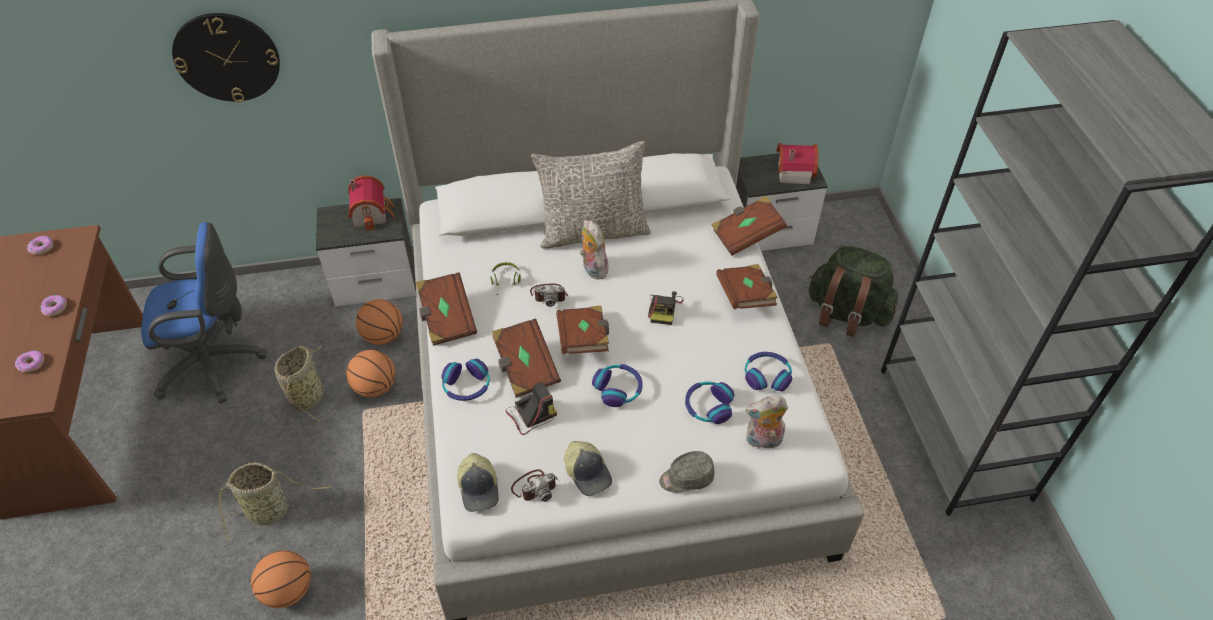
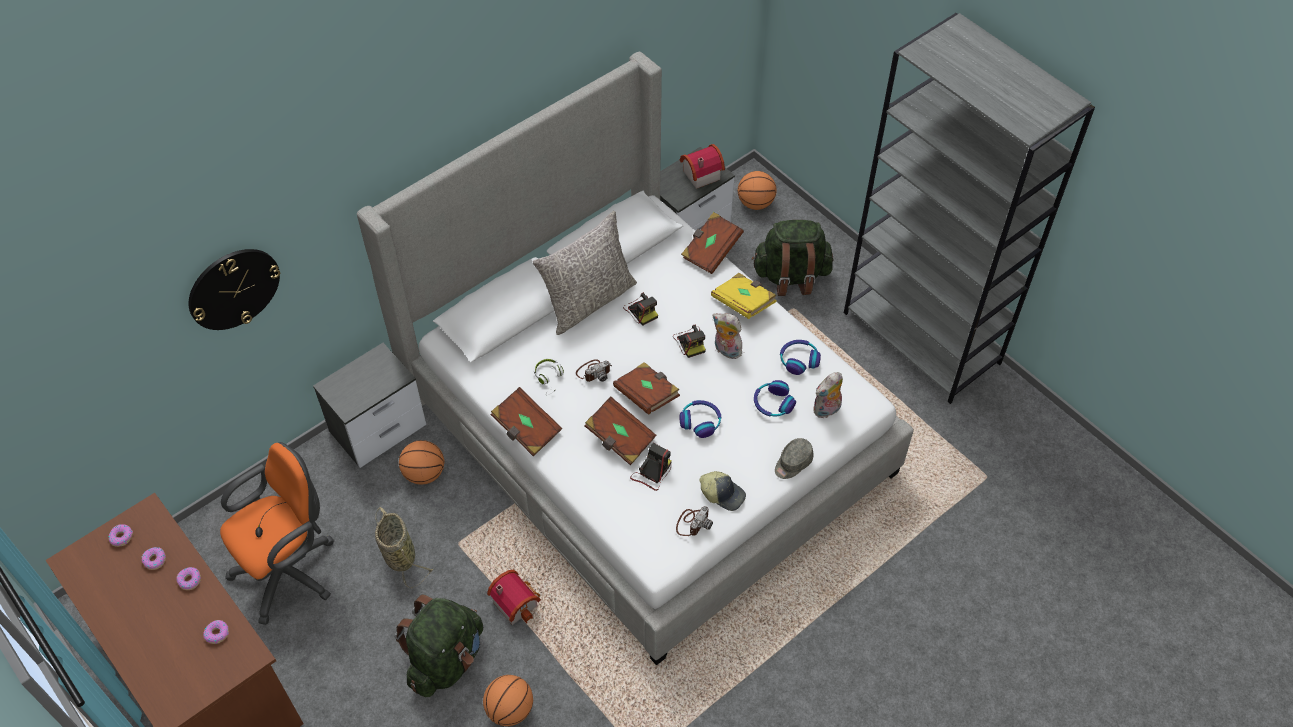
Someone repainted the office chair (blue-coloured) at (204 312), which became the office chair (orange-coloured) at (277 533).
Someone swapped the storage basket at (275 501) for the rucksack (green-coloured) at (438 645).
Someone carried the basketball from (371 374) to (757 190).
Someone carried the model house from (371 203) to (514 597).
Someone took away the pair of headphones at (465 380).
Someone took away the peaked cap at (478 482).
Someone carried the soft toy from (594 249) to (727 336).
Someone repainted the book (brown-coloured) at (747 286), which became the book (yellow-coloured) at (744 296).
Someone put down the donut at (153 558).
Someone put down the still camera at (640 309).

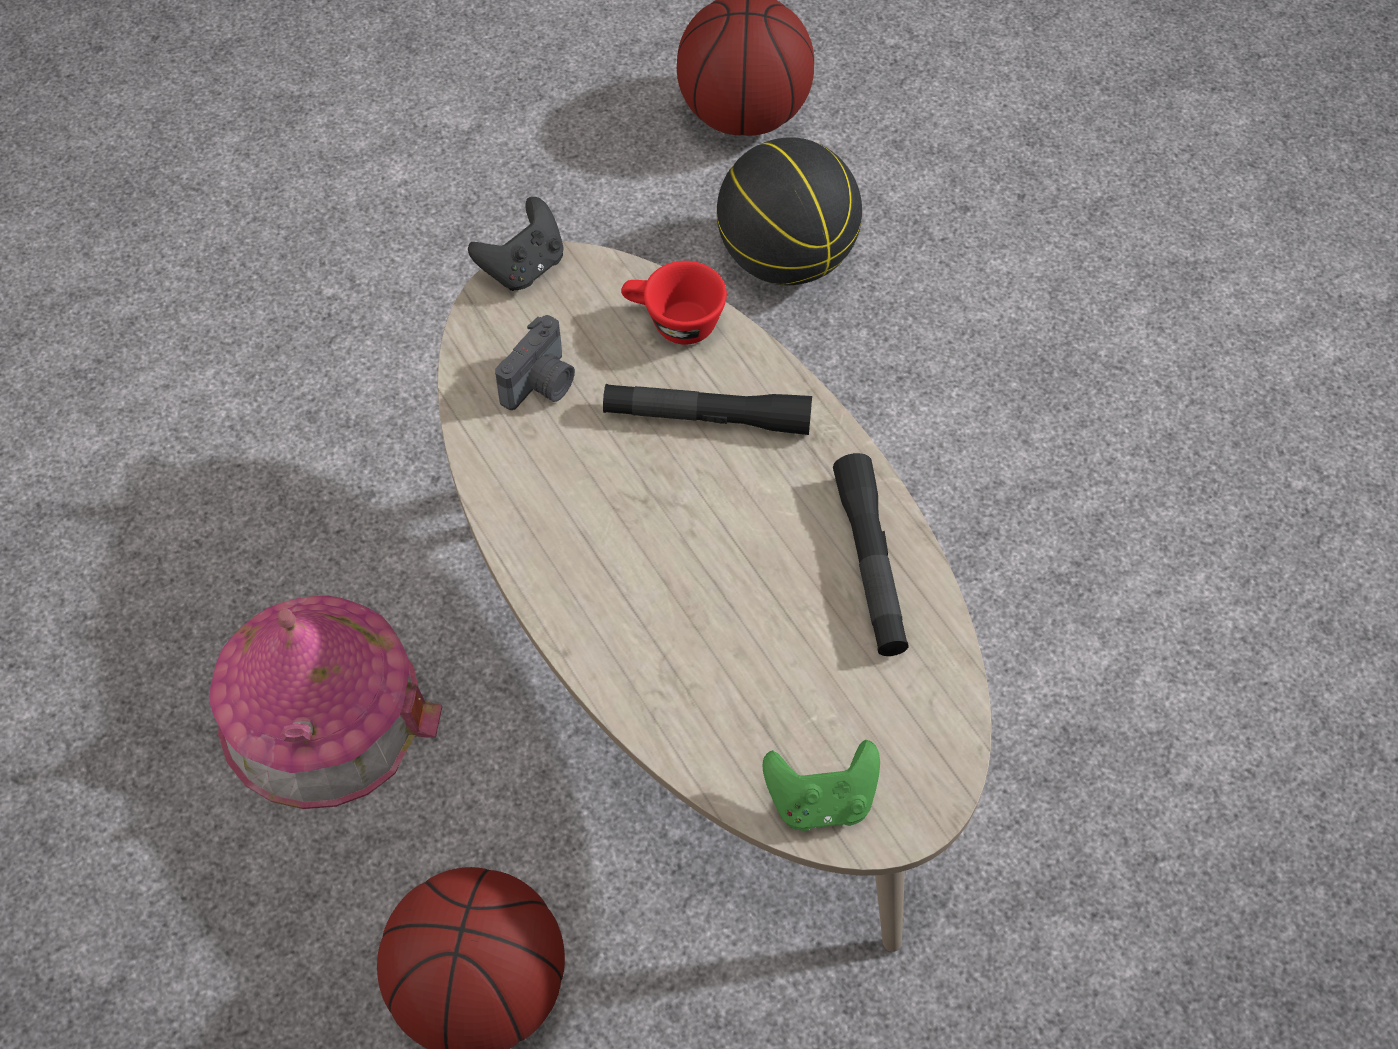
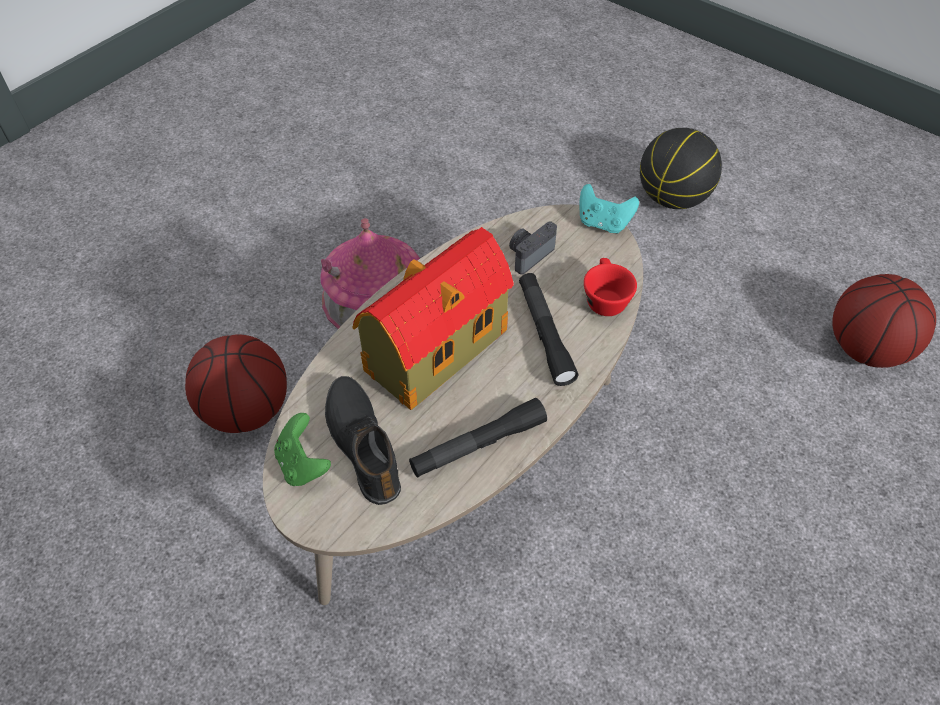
Someone repainted the gamepad (blackish) at (515 244), which became the gamepad (blue-green) at (609 208).
Someone rotated the still camera at (535 362) by 120 degrees clockwise.
Someone carried the basketball from (789 211) to (681 168).
Someone put down the item of footwear (blackish) at (363 440).
Someone put down the model house at (433 318).

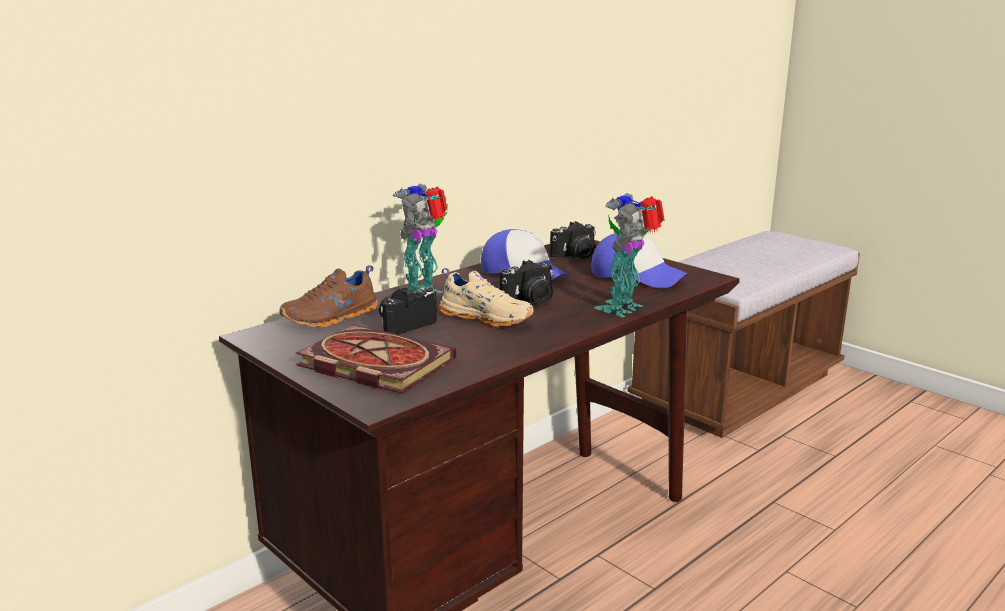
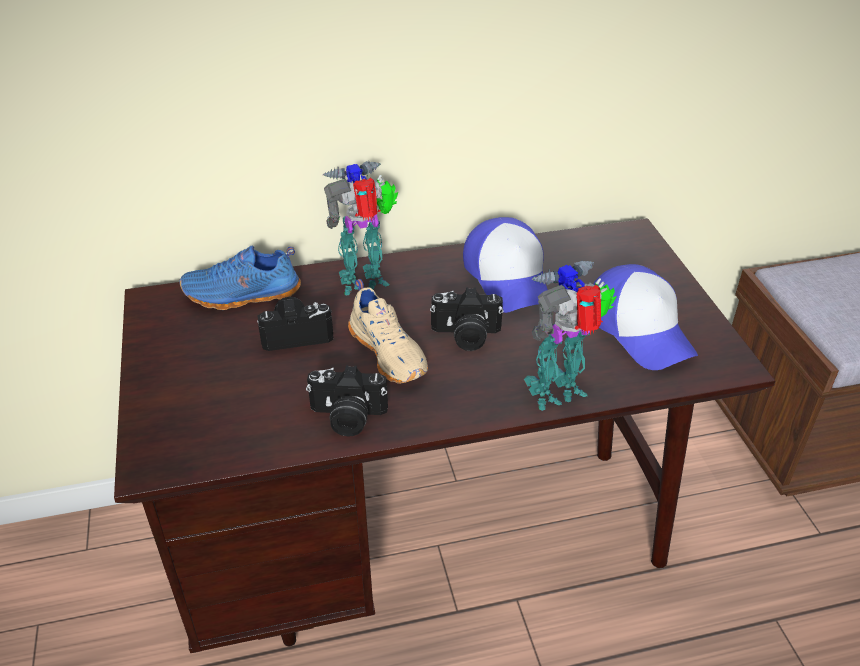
Someone repainted the item of footwear (brown-coloured) at (328 296), which became the item of footwear (blue-coloured) at (240 278).
Someone took away the book at (376 359).
Someone carried the still camera from (573 240) to (347 401).

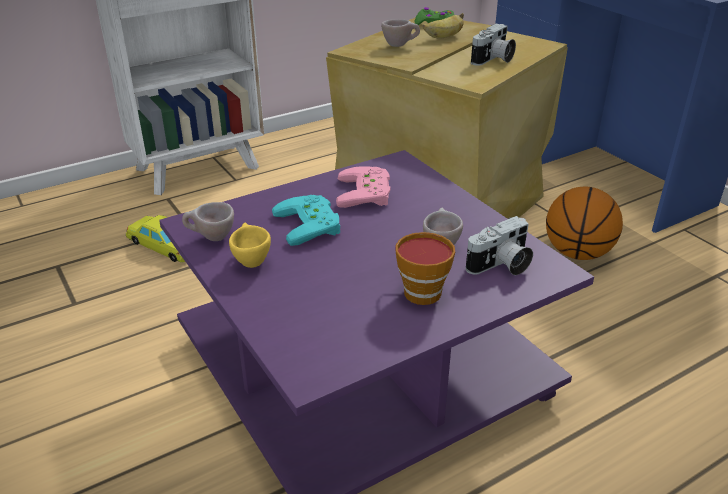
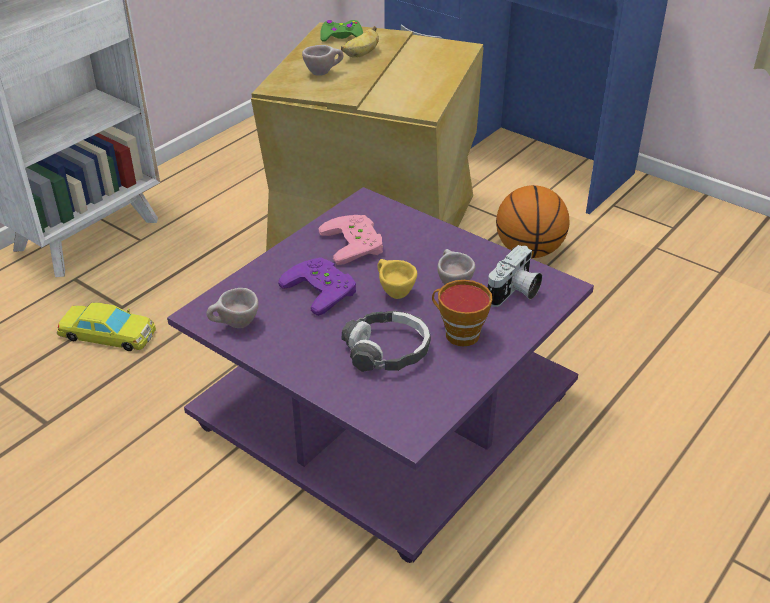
Someone carried the cup (yellow-coloured) from (250 245) to (397 279).
Someone repainted the gamepad (blue-green) at (306 220), which became the gamepad (purplish) at (317 286).
Someone took away the still camera at (493 45).
Someone put down the pair of headphones at (386 341).

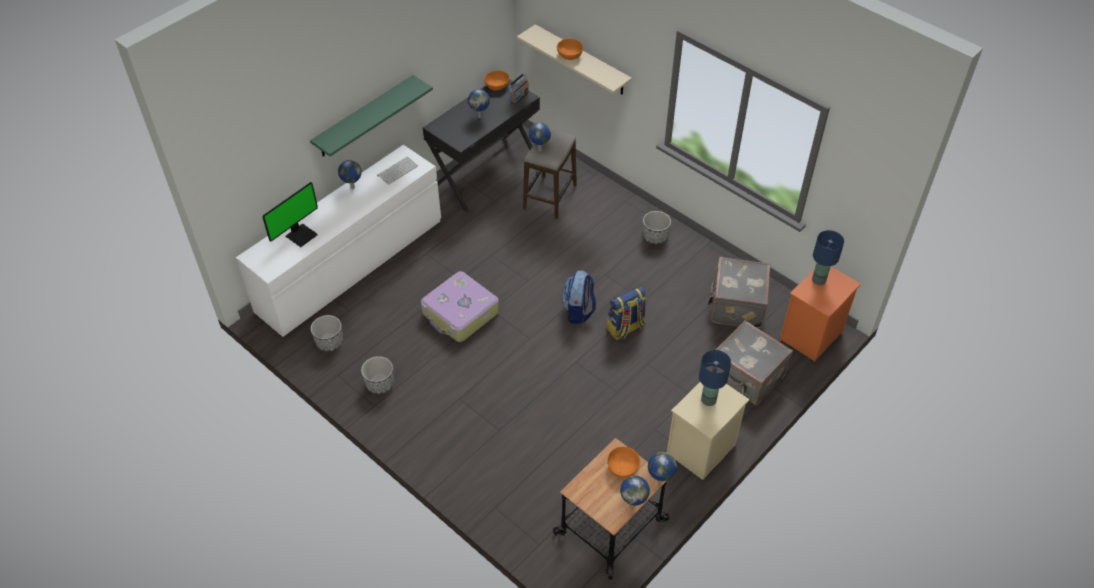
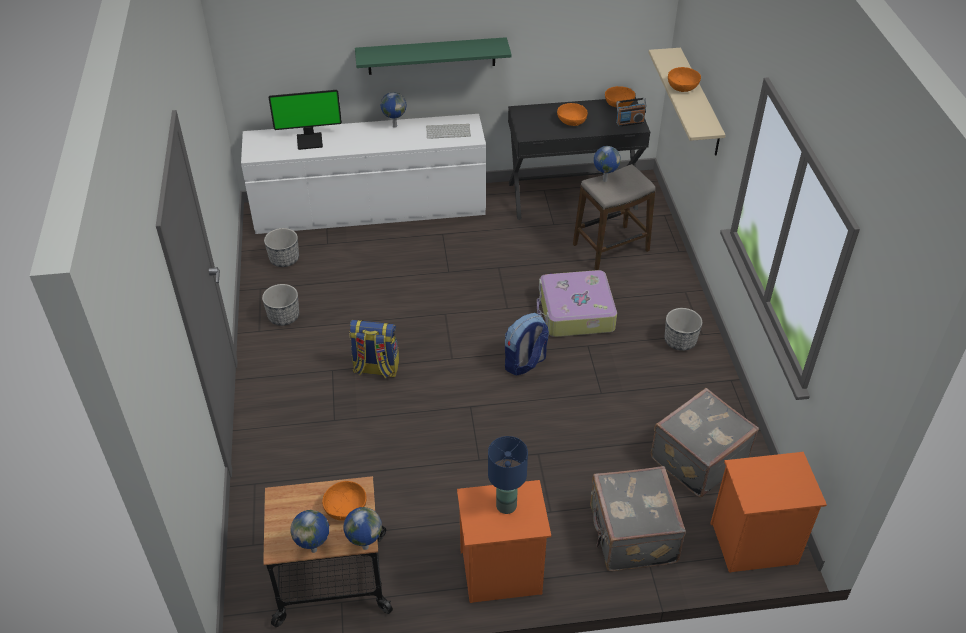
Someone carried the piece of luggage from (460 306) to (577 303).
Someone swapped the desk globe at (479 103) for the deep dish (orange-coloured) at (572 114).
Someone carried the rucksack from (627 313) to (374 349).
Someone repainted the night table (beige-coloured) at (708 431), which became the night table (orange-coloured) at (504 541).
Someone took away the tabletop lamp (blue-coloured) at (828 257).

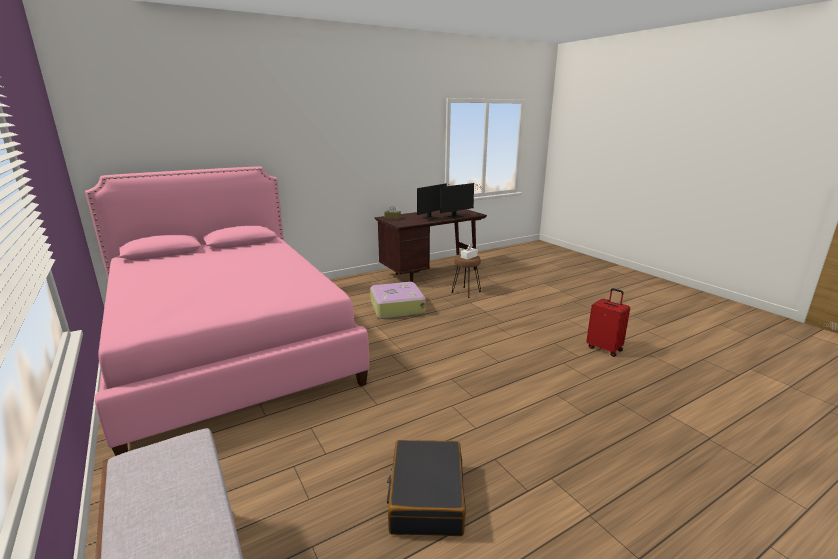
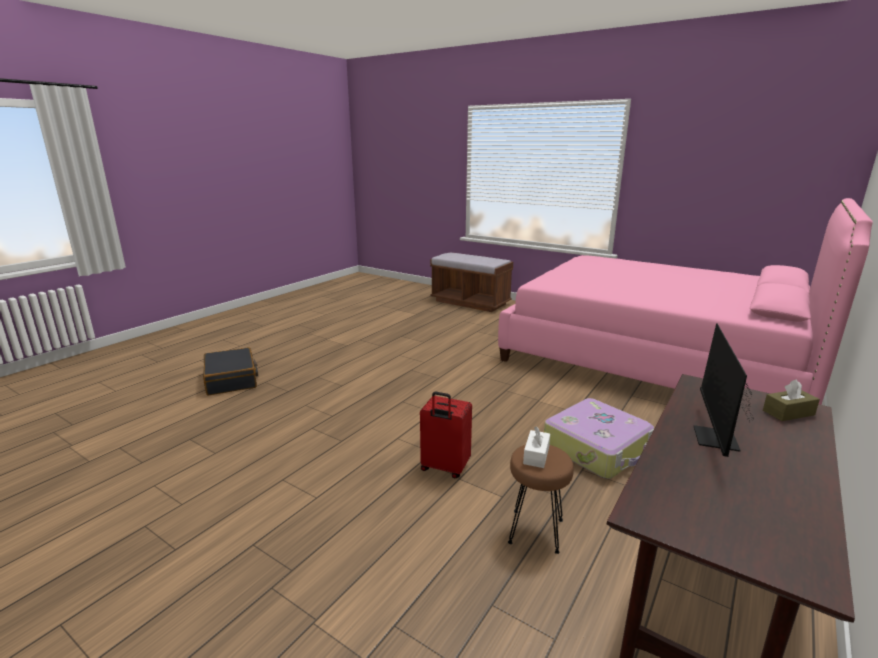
Someone carried the piece of luggage (blackish) from (426 488) to (230 371).
Someone took away the monitor at (462 201).
Someone carried the piece of luggage (red) from (608 322) to (446 435).

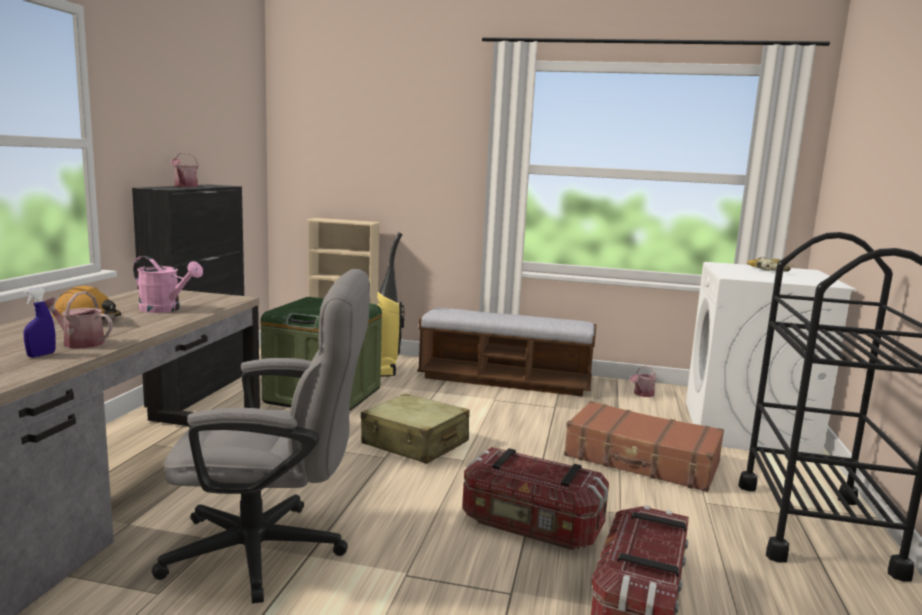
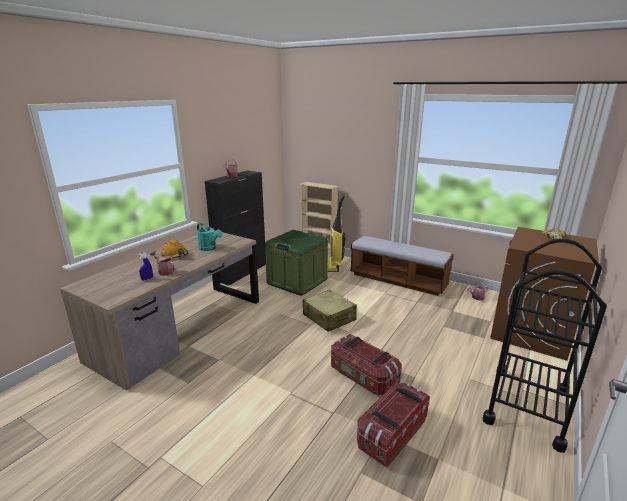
Someone repainted the sprinkling can (pinkish) at (168 284), which became the sprinkling can (blue-green) at (210 237).
Someone took away the office chair (gray) at (260 436).
Someone took away the piece of luggage (brown-coloured) at (644 446).
Someone repainted the laundry machine (white-coloured) at (771 358), which became the laundry machine (brown-coloured) at (544 294).

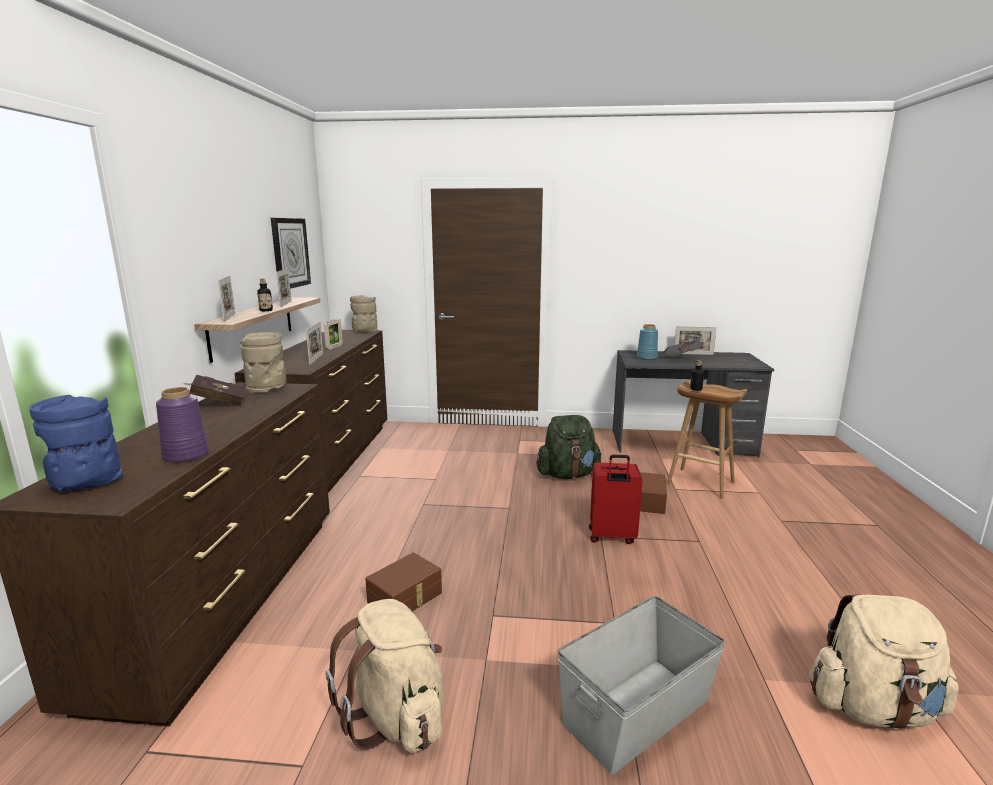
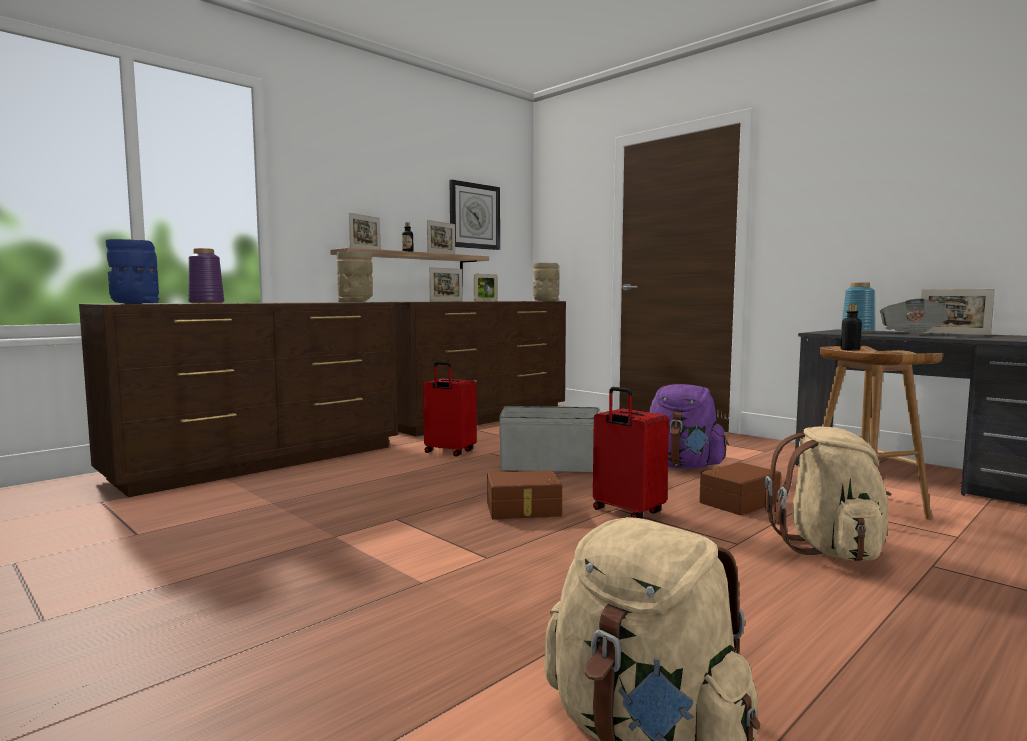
Someone took away the book (red) at (214 390).
Someone carried the rucksack (beige-coloured) from (385 676) to (828 493).
Someone carried the storage box (brown-coloured) from (403 581) to (524 494).
Someone repainted the rucksack (green-coloured) at (569 447), which became the rucksack (purplish) at (689 426).
Someone carried the storage box (gray) from (642 685) to (549 439).
Someone put down the piece of luggage (red) at (450 409).

